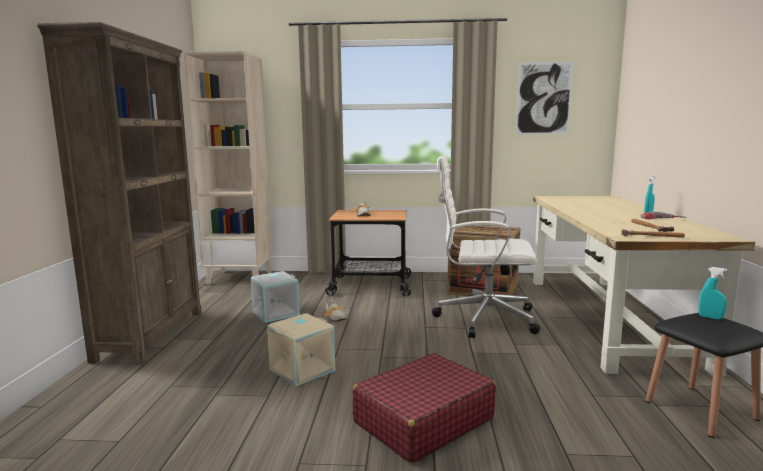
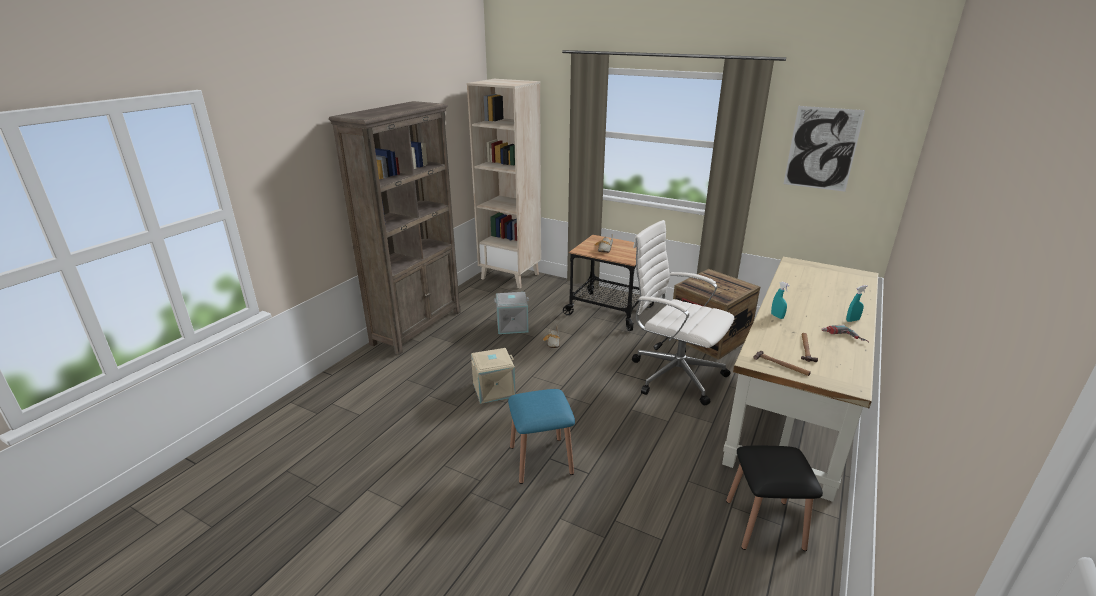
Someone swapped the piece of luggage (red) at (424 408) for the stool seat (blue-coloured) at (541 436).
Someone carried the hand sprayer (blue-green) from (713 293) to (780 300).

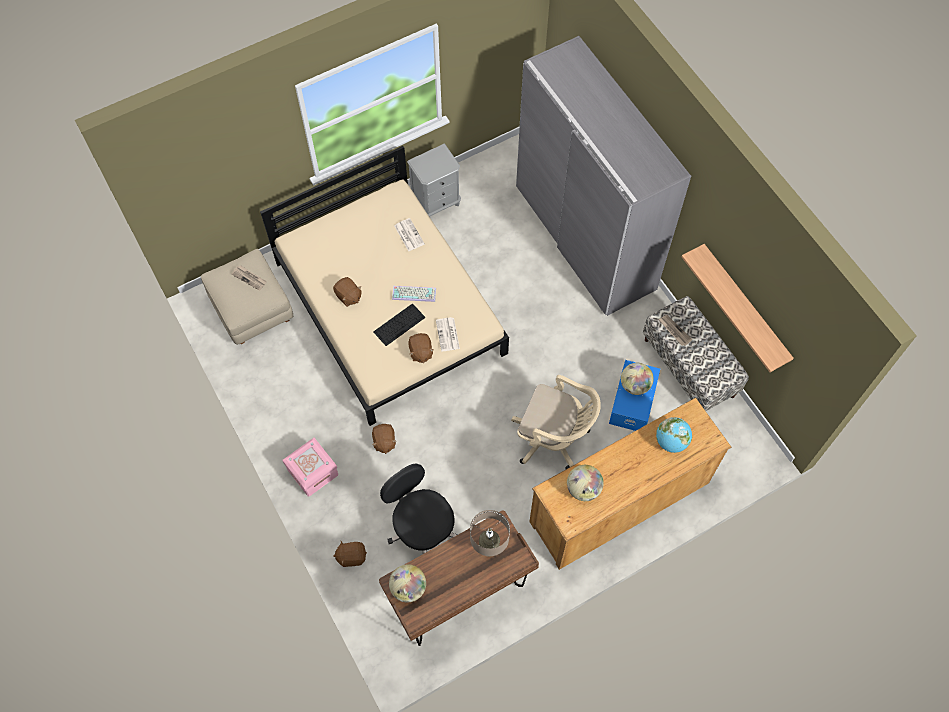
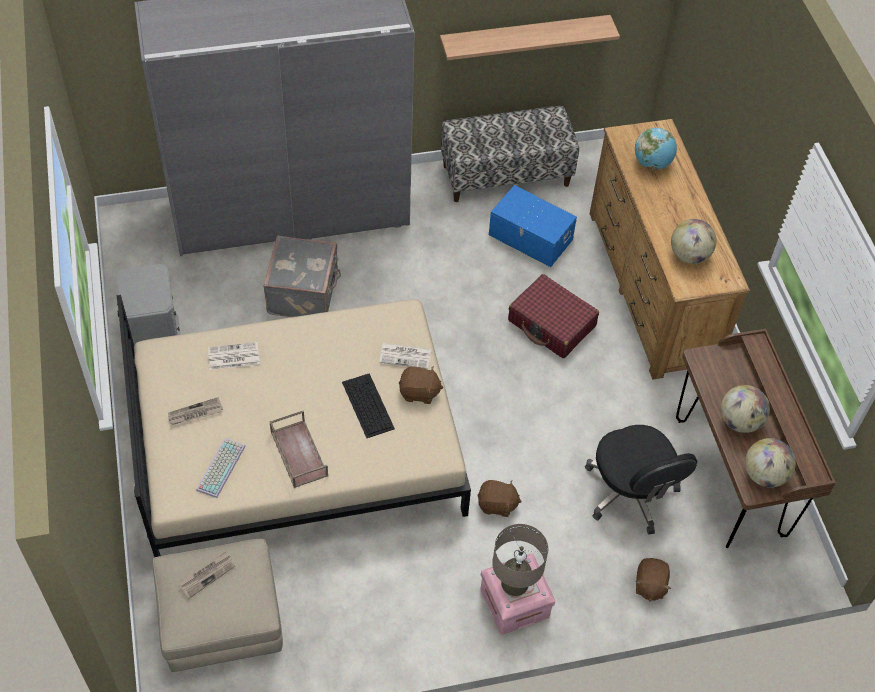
Someone swapped the soft toy (brown-coloured) at (347 292) for the serving tray (brown-coloured) at (298 449).
Someone rotated the office chair (blackish) at (419 509) by 90 degrees counterclockwise.
Someone carried the keyboard from (414 294) to (221 468).
Someone carried the tabletop lamp (beige-coloured) from (490 533) to (520 560).
Someone swapped the office chair (beige-coloured) at (556 422) for the piece of luggage (red) at (553 316).
Someone carried the desk globe from (637 379) to (745 409).
Someone carried the printed paper from (675 330) to (195 411).
Someone put down the piece of luggage (gray) at (302 276).

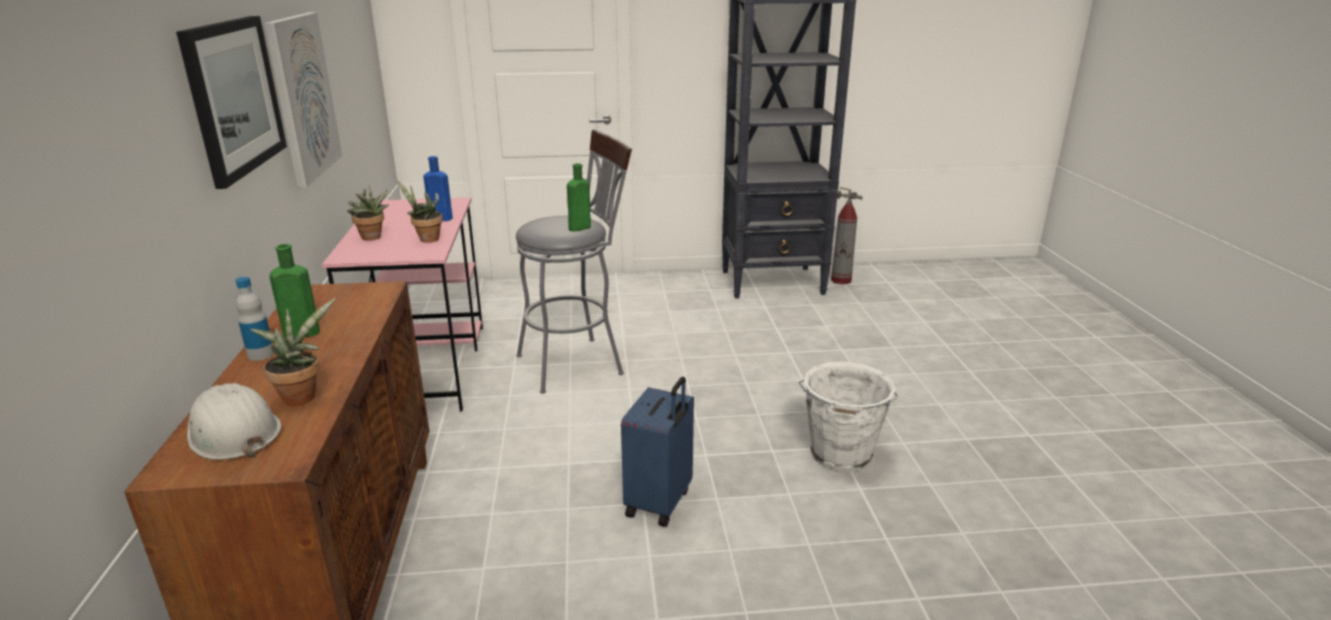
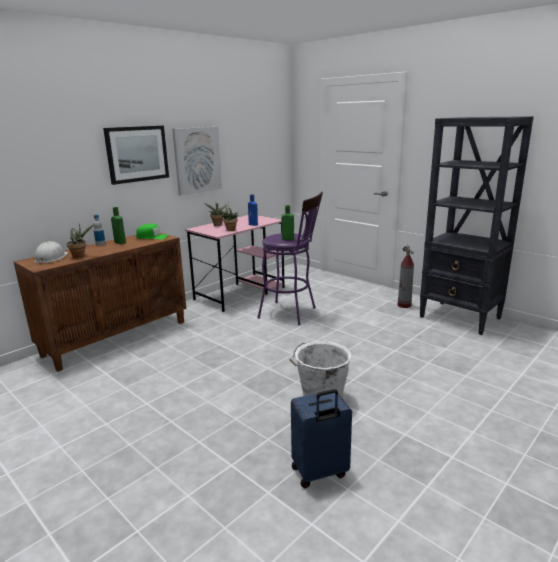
Someone repainted the stool seat (gray) at (574 261), which became the stool seat (purplish) at (290 258).
Someone carried the piece of luggage (blue-coloured) from (657 452) to (321 438).
Someone carried the fire extinguisher from (847 235) to (406 276).
Someone put down the peaked cap (green-coloured) at (152 232).

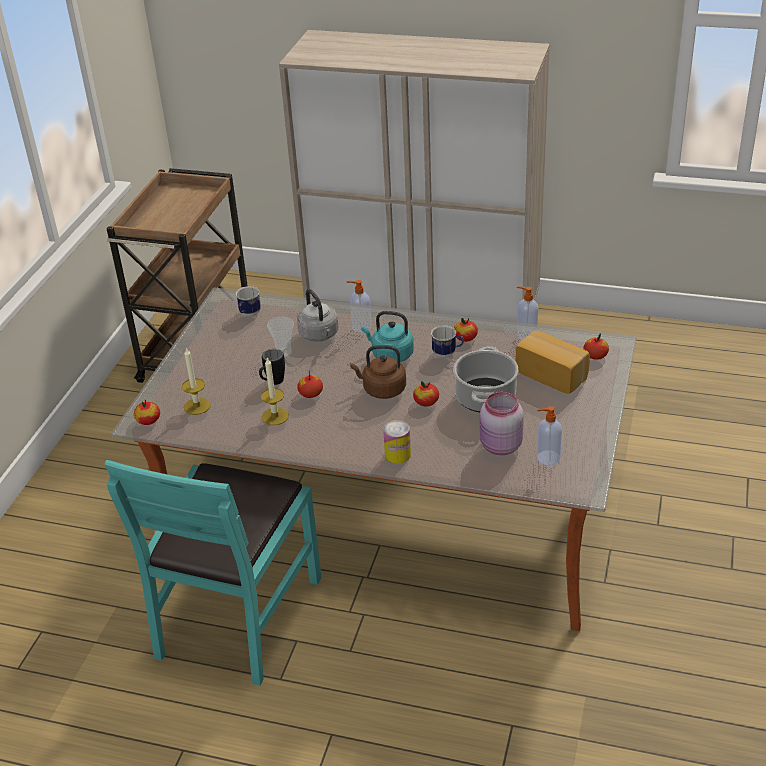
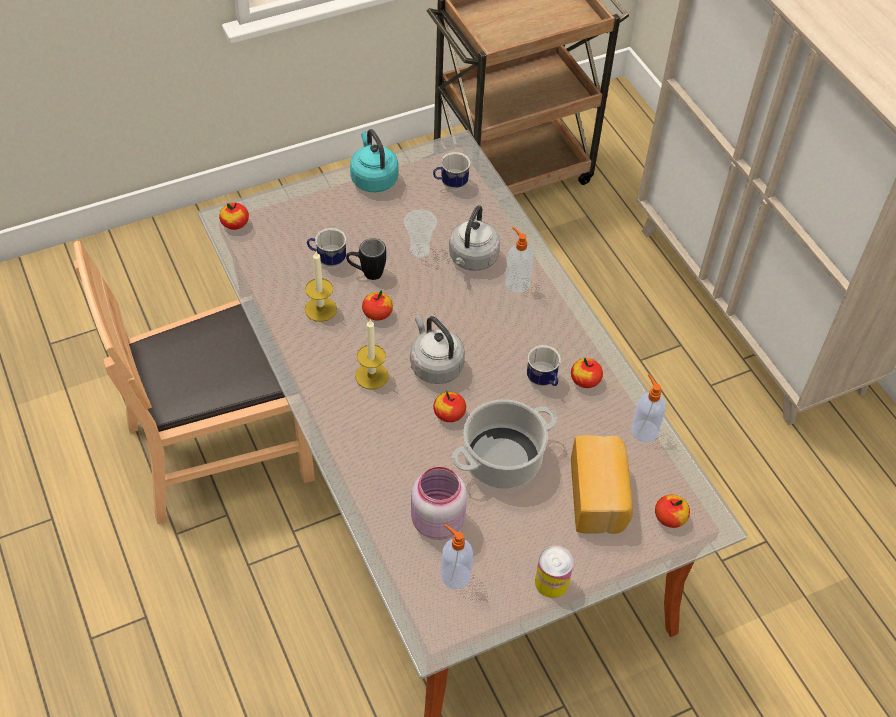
Someone repainted the chair (blue-green) at (213 573), which became the chair (brown-coloured) at (194 382).
Someone carried the wax candle from (196 381) to (372 355).
Someone repainted the tea kettle (brown-coloured) at (378 372), which became the tea kettle (gray) at (437 349).
Someone carried the tea kettle (blue-green) from (387 336) to (374 160).
Someone carried the metal can from (397 442) to (554 571).
Someone put down the tea mug at (326 247).

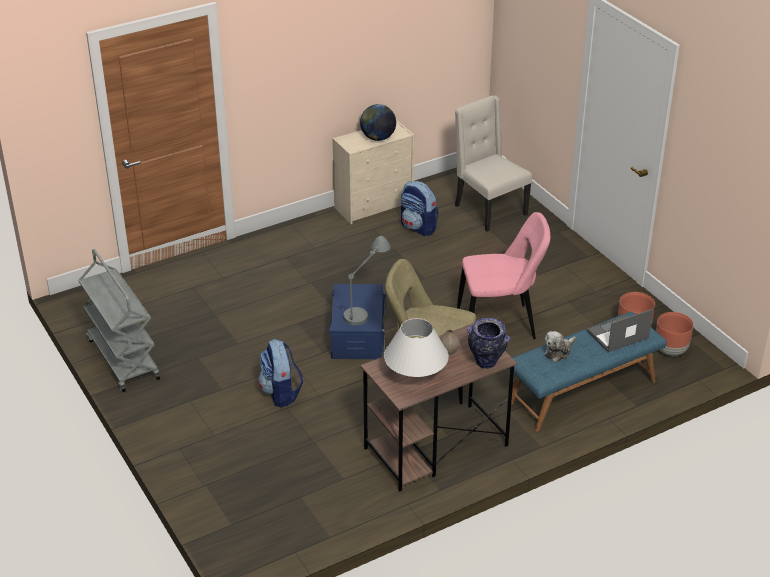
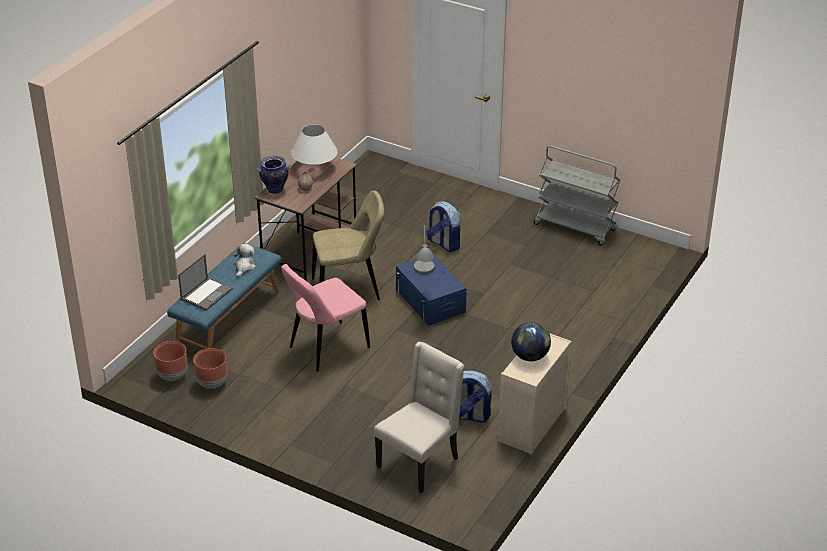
Someone rotated the chair (beige-coloured) at (493 164) by 75 degrees counterclockwise.

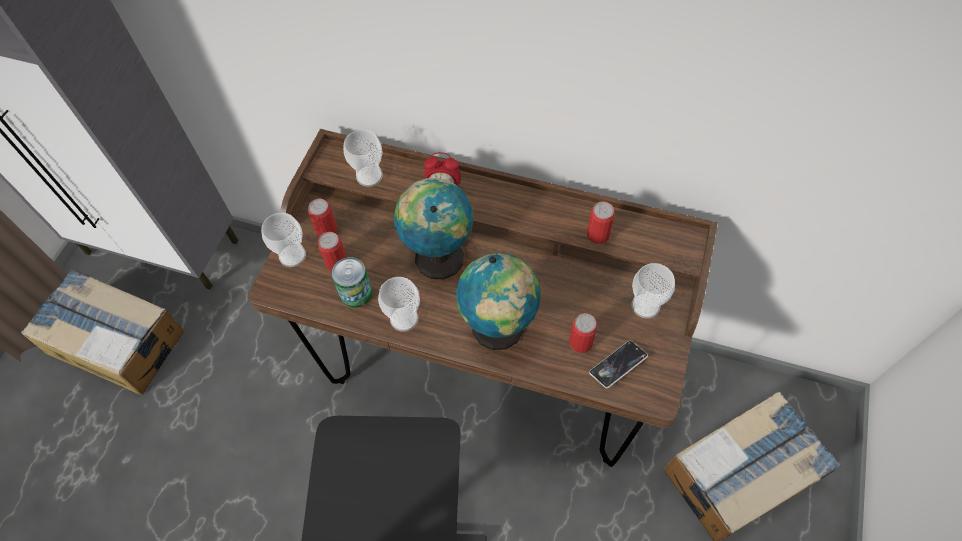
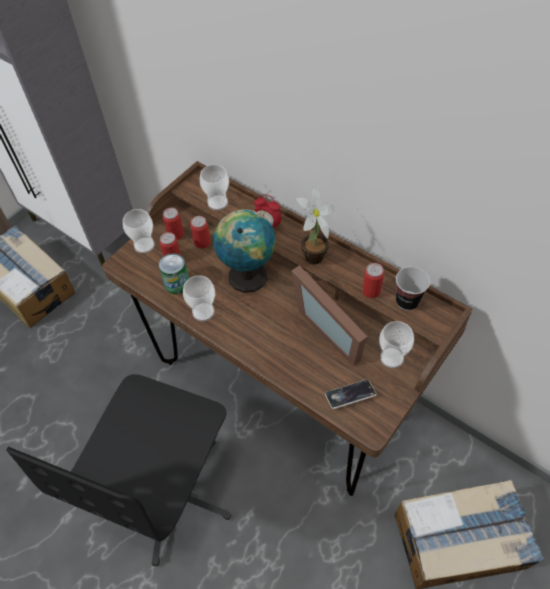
Someone took away the desk globe at (498 301).
Someone carried the metal can from (583 333) to (200 232).
Someone put down the picture frame at (329 315).
Someone put down the plant in a pot at (315 225).
Someone put down the cup at (413 289).

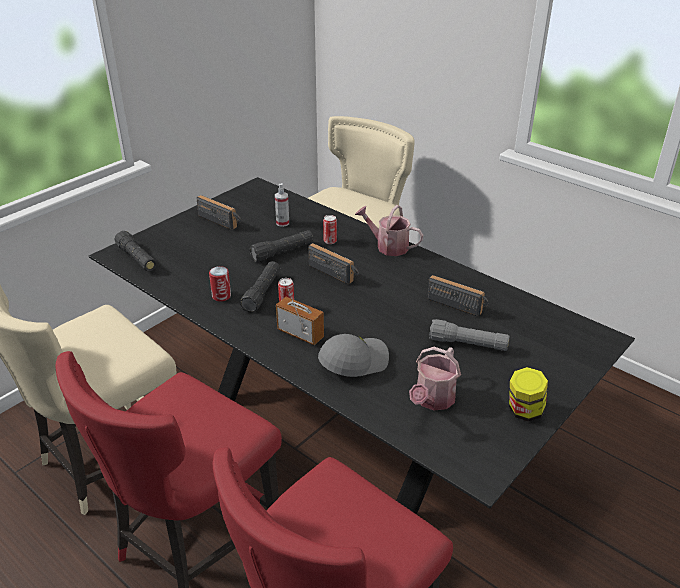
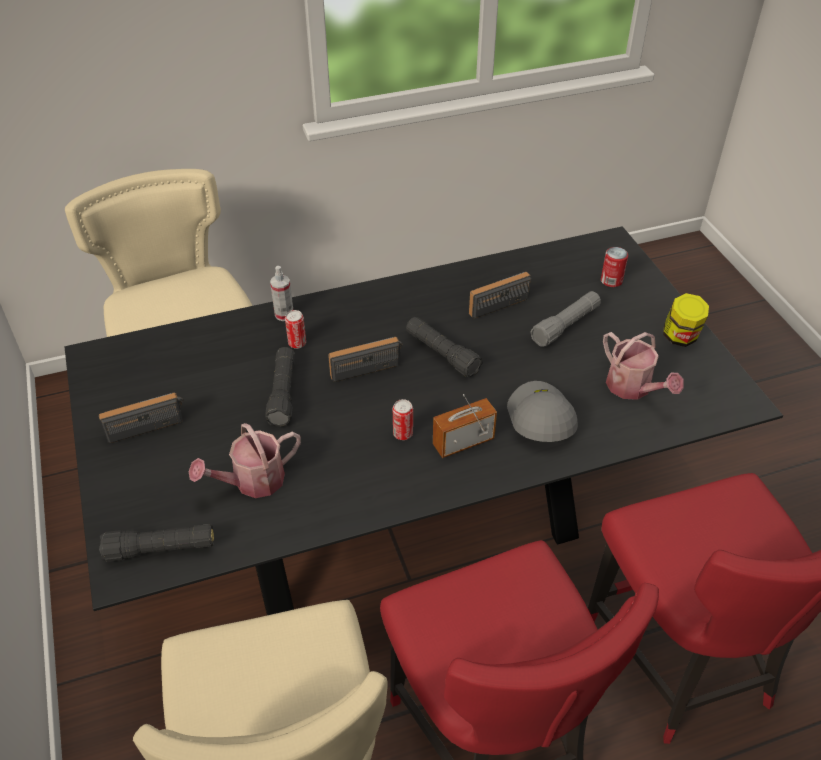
Someone carried the metal can from (220 284) to (614 267).
Someone carried the hand torch (blackish) from (260 287) to (444 347).
Someone carried the hand sprayer from (282 205) to (281 293).
Someone carried the sprinkling can from (389 230) to (245 460).

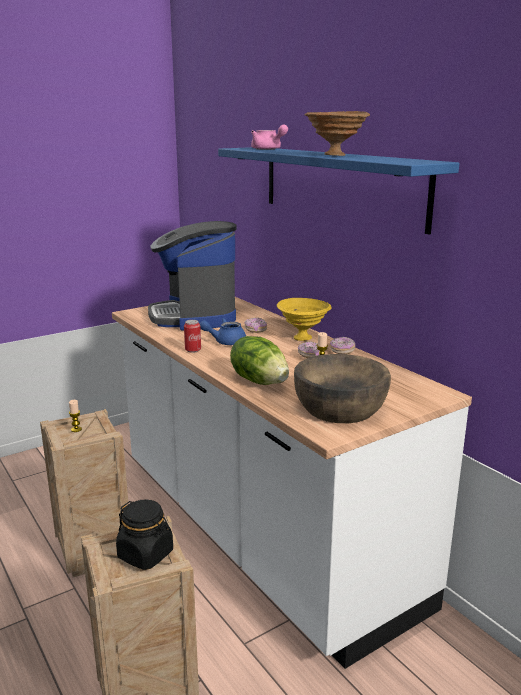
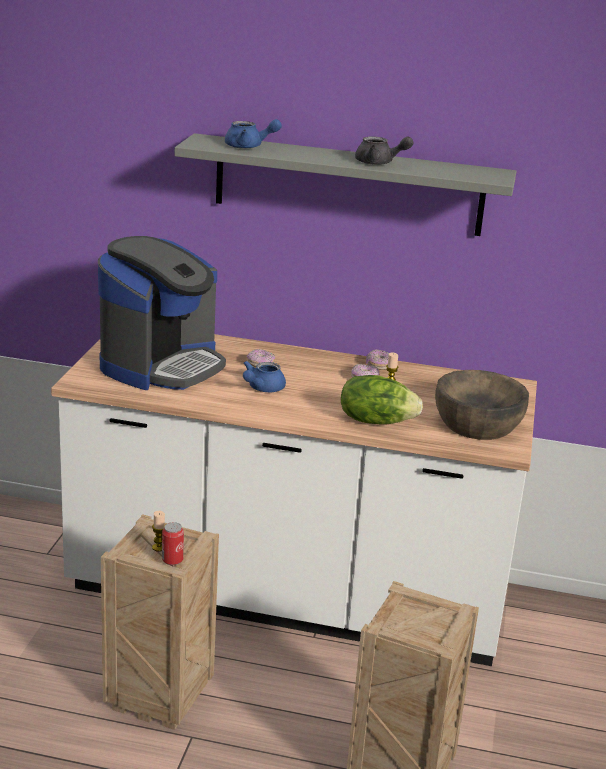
Someone took away the storage jar (blackish) at (144 534).
Someone rotated the coffee machine at (192 276) by 90 degrees counterclockwise.
Someone carried the metal can from (192 336) to (173 543).
Someone repainted the wall shelf (blue-coloured) at (338 191), which became the wall shelf (gray) at (346 184).
Someone repainted the pot for tea (pinkish) at (269 137), which became the pot for tea (blue-coloured) at (253 134).
Someone took away the deep dish (yellow-coloured) at (304 319).
Someone swapped the deep dish (brown-coloured) at (337 133) for the pot for tea (gray) at (384 150).

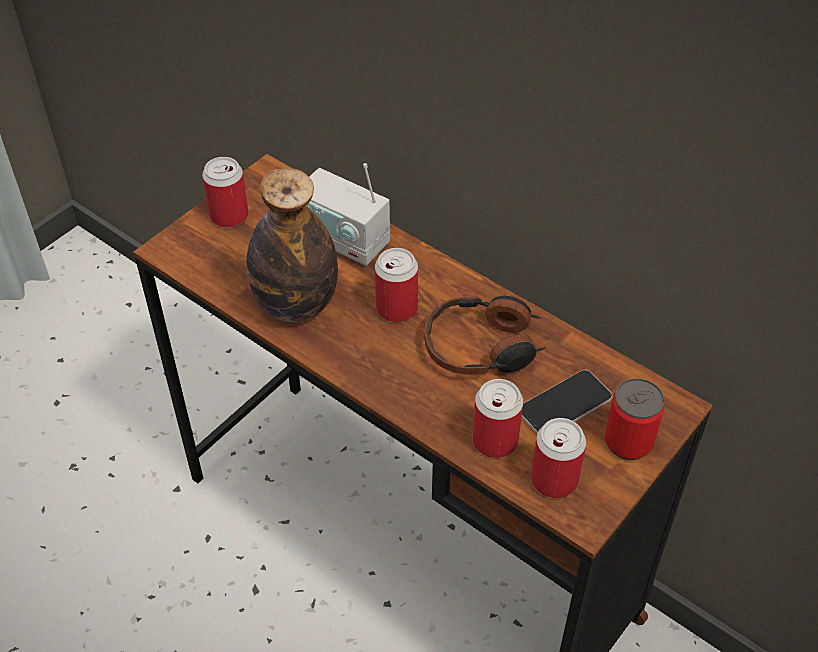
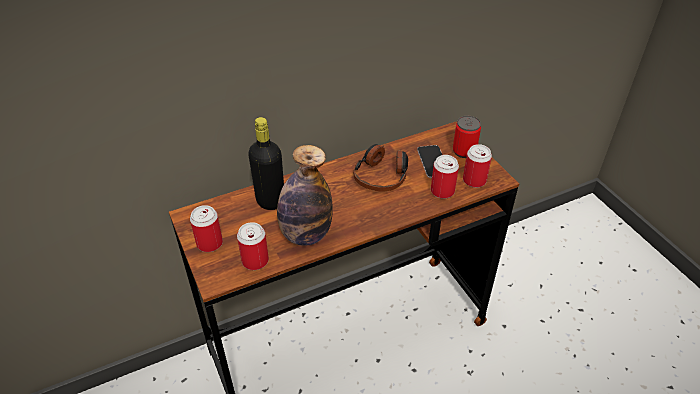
Someone swapped the radio at (348 214) for the drink bottle (blackish) at (266 163).
Someone carried the metal can from (396 285) to (253 246).

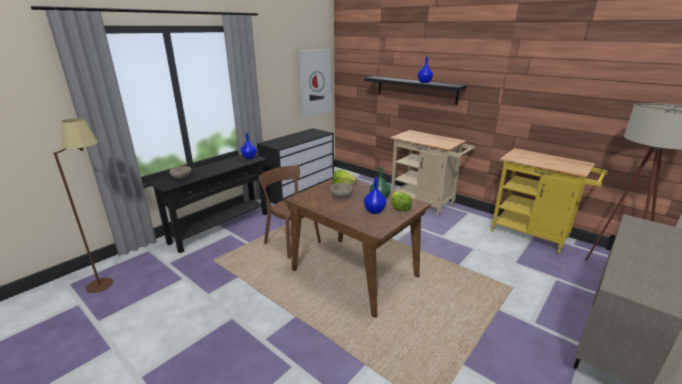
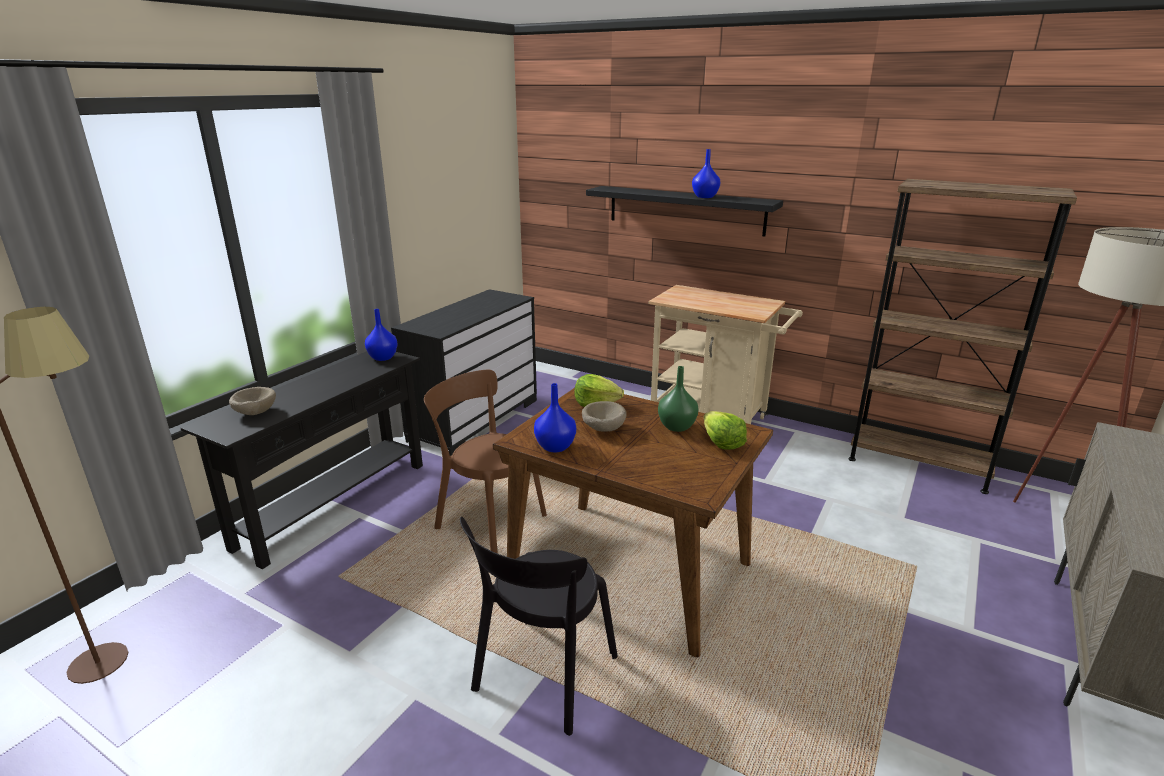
Someone took away the wall picture at (314 83).
Someone carried the vase (blue-coloured) from (375 195) to (555 417).
Someone swapped the cart (yellow-coloured) at (549 200) for the bookshelf (brown-coloured) at (962 336).
Someone put down the chair (blackish) at (539 626).

